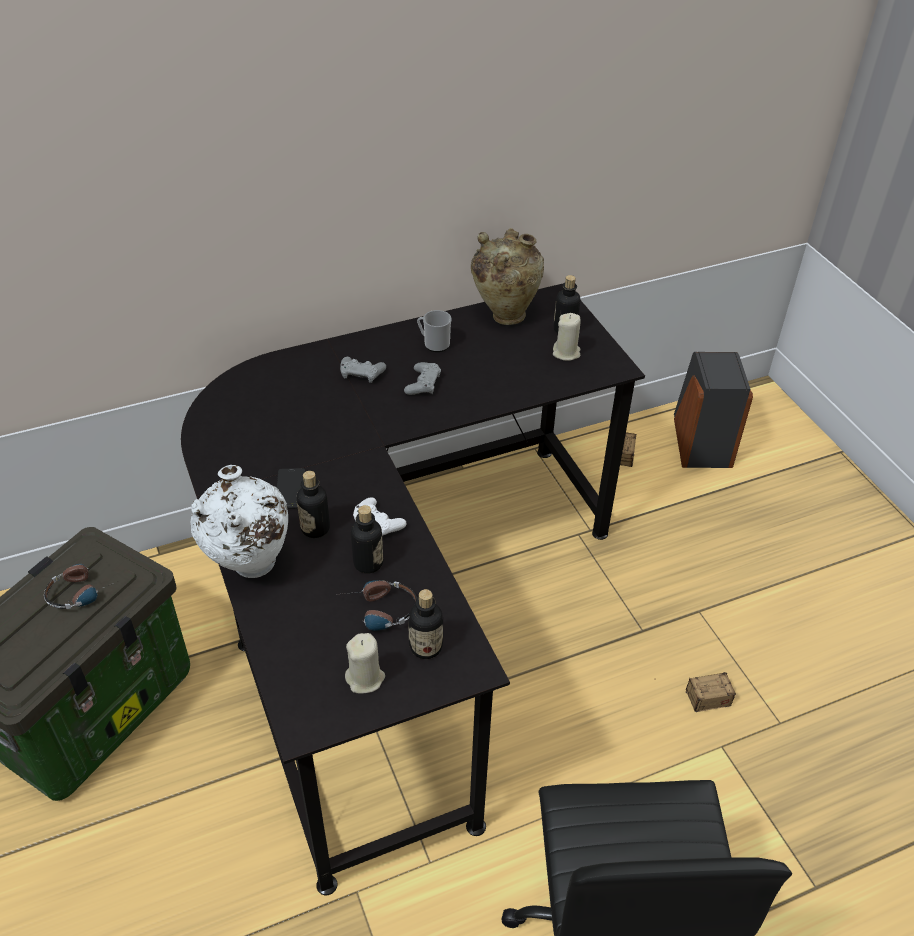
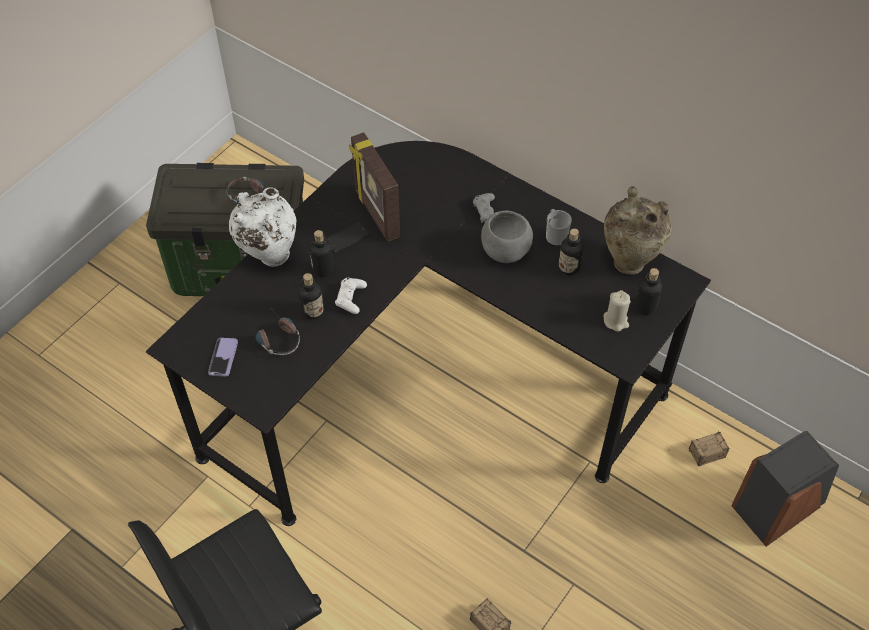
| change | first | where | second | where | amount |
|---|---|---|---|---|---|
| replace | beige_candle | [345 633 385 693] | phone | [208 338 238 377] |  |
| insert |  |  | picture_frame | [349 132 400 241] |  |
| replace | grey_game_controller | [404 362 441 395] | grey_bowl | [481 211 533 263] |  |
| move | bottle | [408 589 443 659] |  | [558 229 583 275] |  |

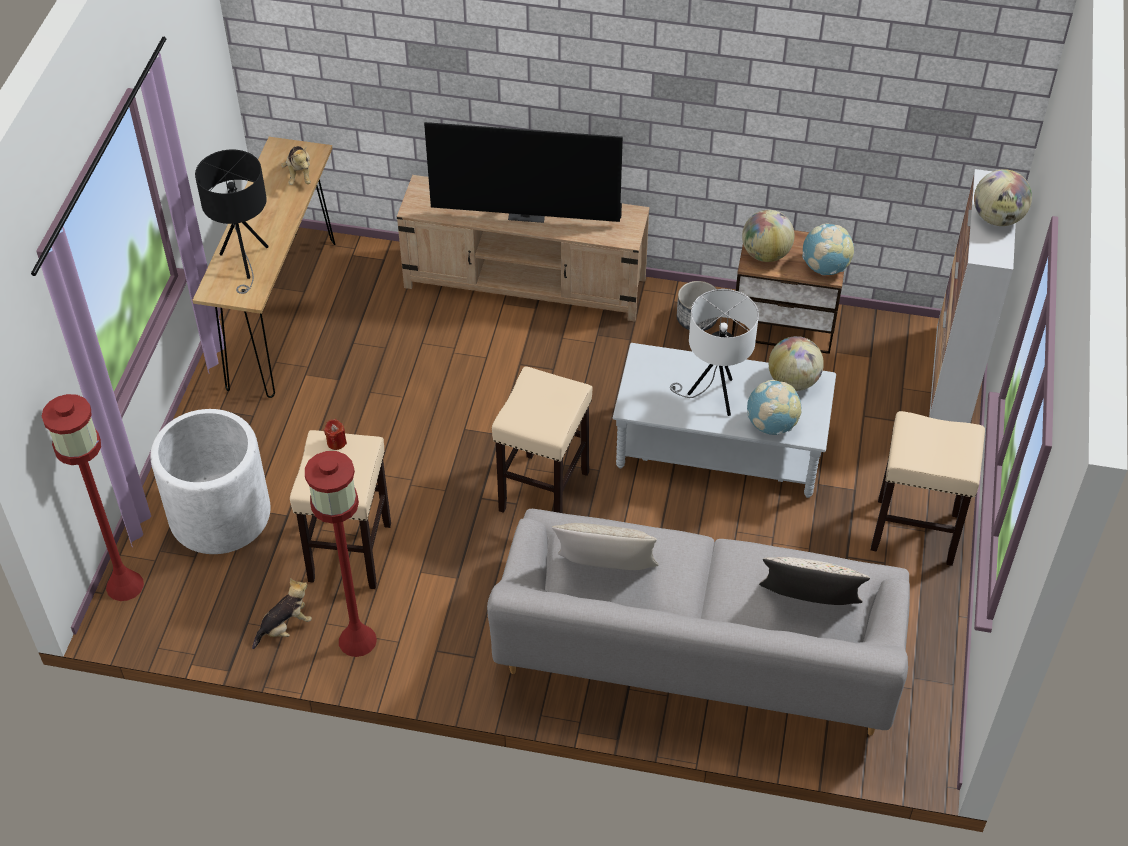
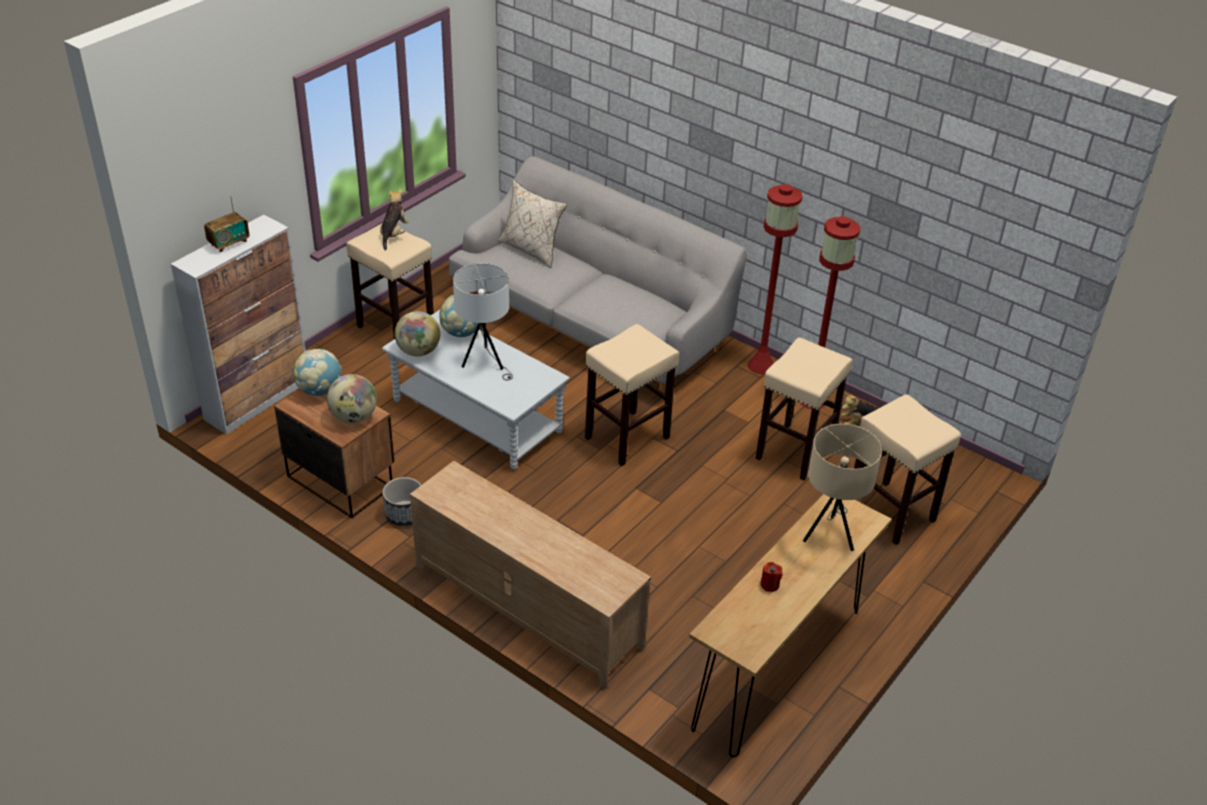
| change | first | where | second | where | amount |
|---|---|---|---|---|---|
| replace | globe | [974 169 1032 226] | radio | [204 196 249 252] |  |
| move | plush_toy | [281 146 311 185] |  | [380 189 409 251] |  |
| move | red_floor_lamp | [42 394 144 601] |  | [747 184 802 375] |  |
| move | red_candle | [324 419 347 450] |  | [760 562 783 592] |  |
| recolor | black_table_lamp | [195 149 269 294] | beige_table_lamp | [803 423 882 551] |  |
| replace | white_planter | [150 409 271 554] | beige_stool | [854 394 961 545] |  |
| delete | television | [424 122 623 223] |  |  |  |
| delete | beige_pillow | [552 523 659 570] |  |  |  |

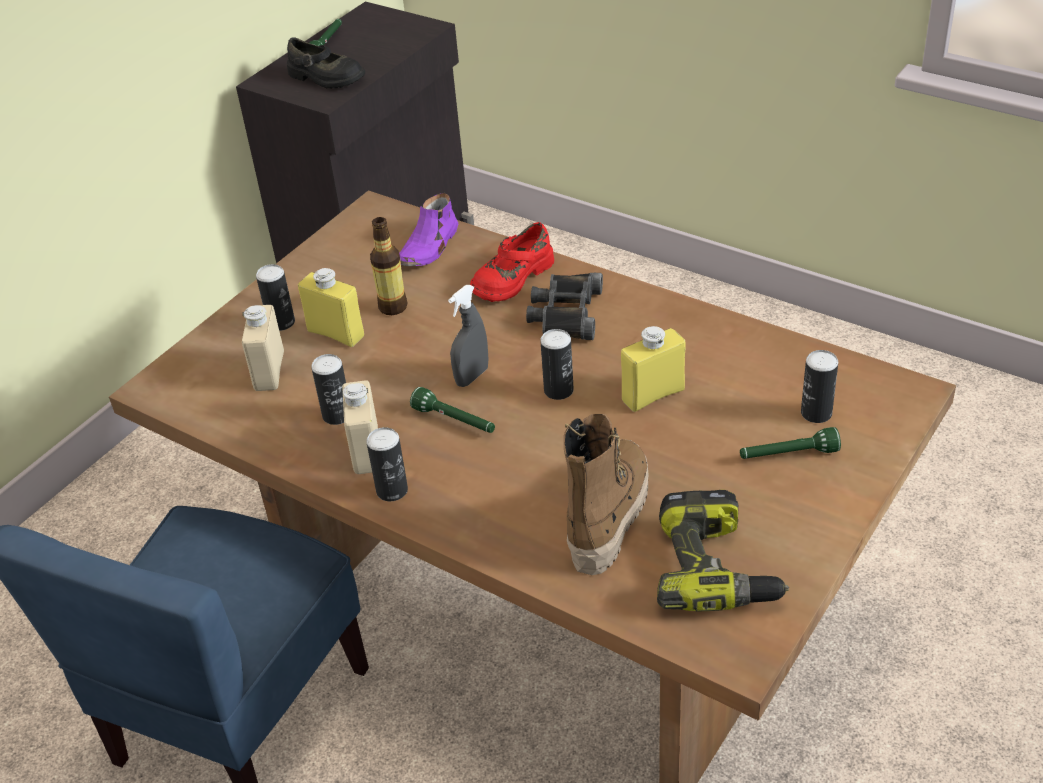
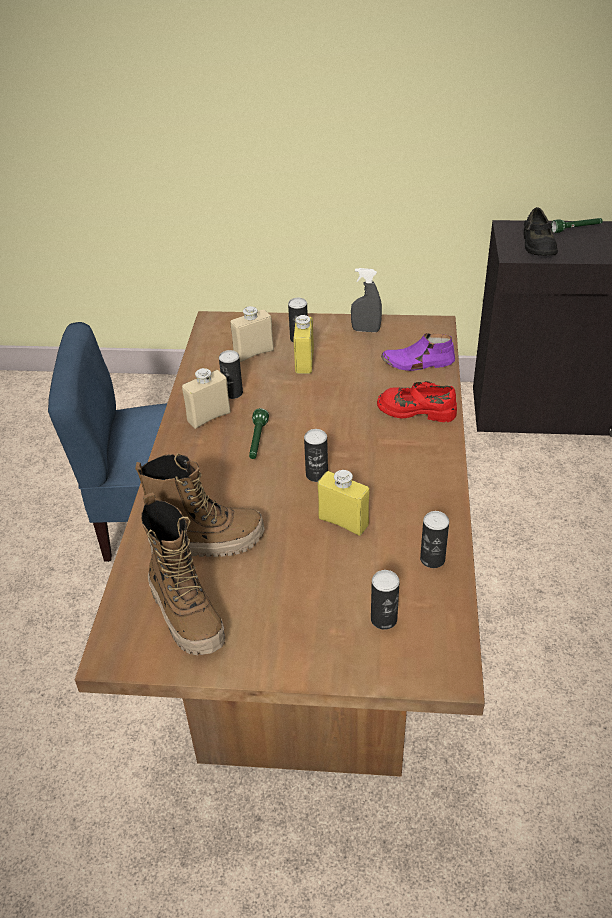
| change | first | where | second | where | amount |
|---|---|---|---|---|---|
| replace | power_drill | [657 490 789 611] | boot | [141 492 225 655] |  |
| move | grey_spray_bottle | [448 285 489 387] |  | [351 268 382 332] |  |
| move | can | [366 427 408 501] |  | [420 511 449 568] |  |
| delete | bottle | [370 217 407 315] |  |  |  |
| delete | black_binoculars | [526 273 603 340] |  |  |  |
| delete | green_flashlight | [740 427 841 459] |  |  |  |

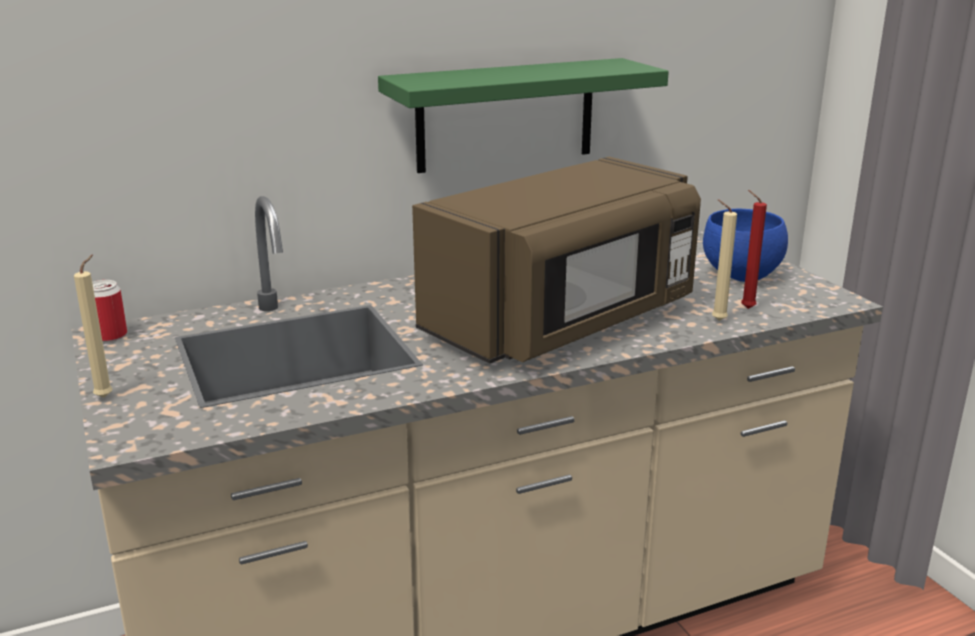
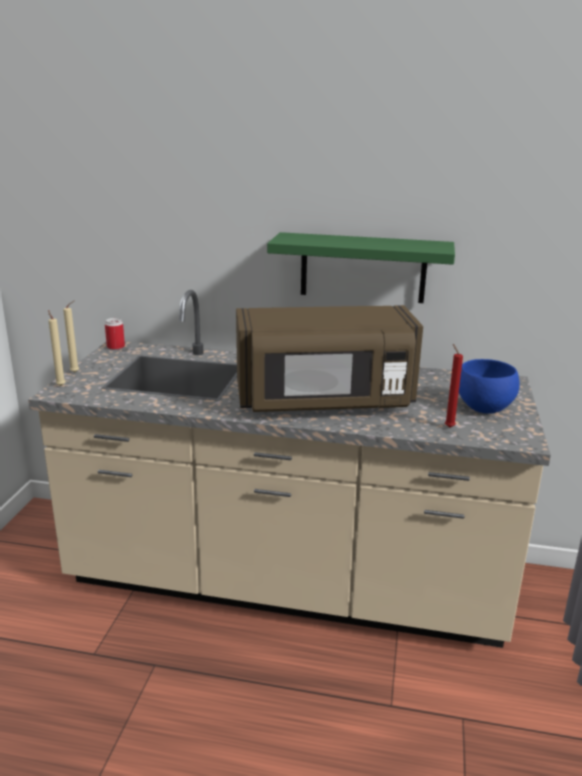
| change | first | where | second | where | amount |
|---|---|---|---|---|---|
| move | beige_candle | [712 199 737 321] |  | [48 310 66 386] |  |

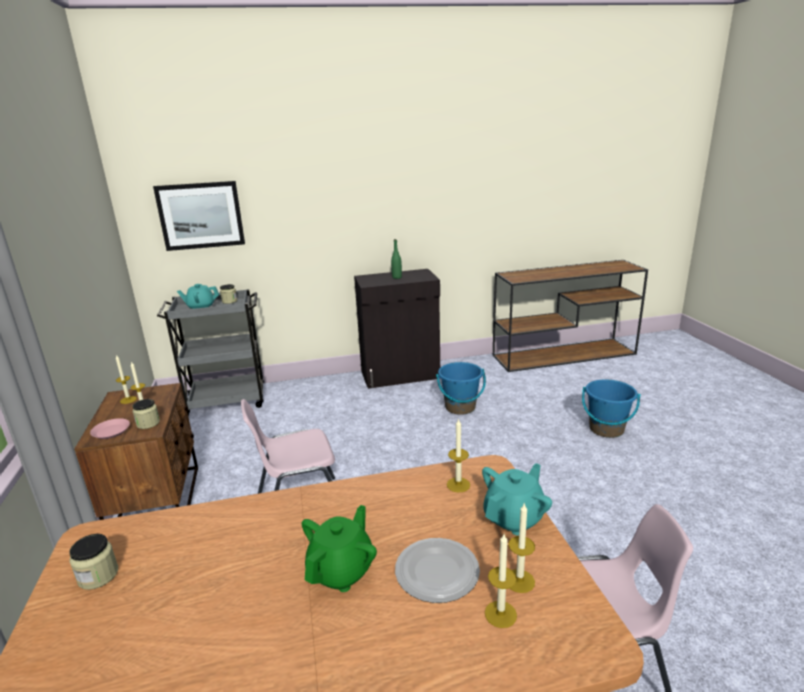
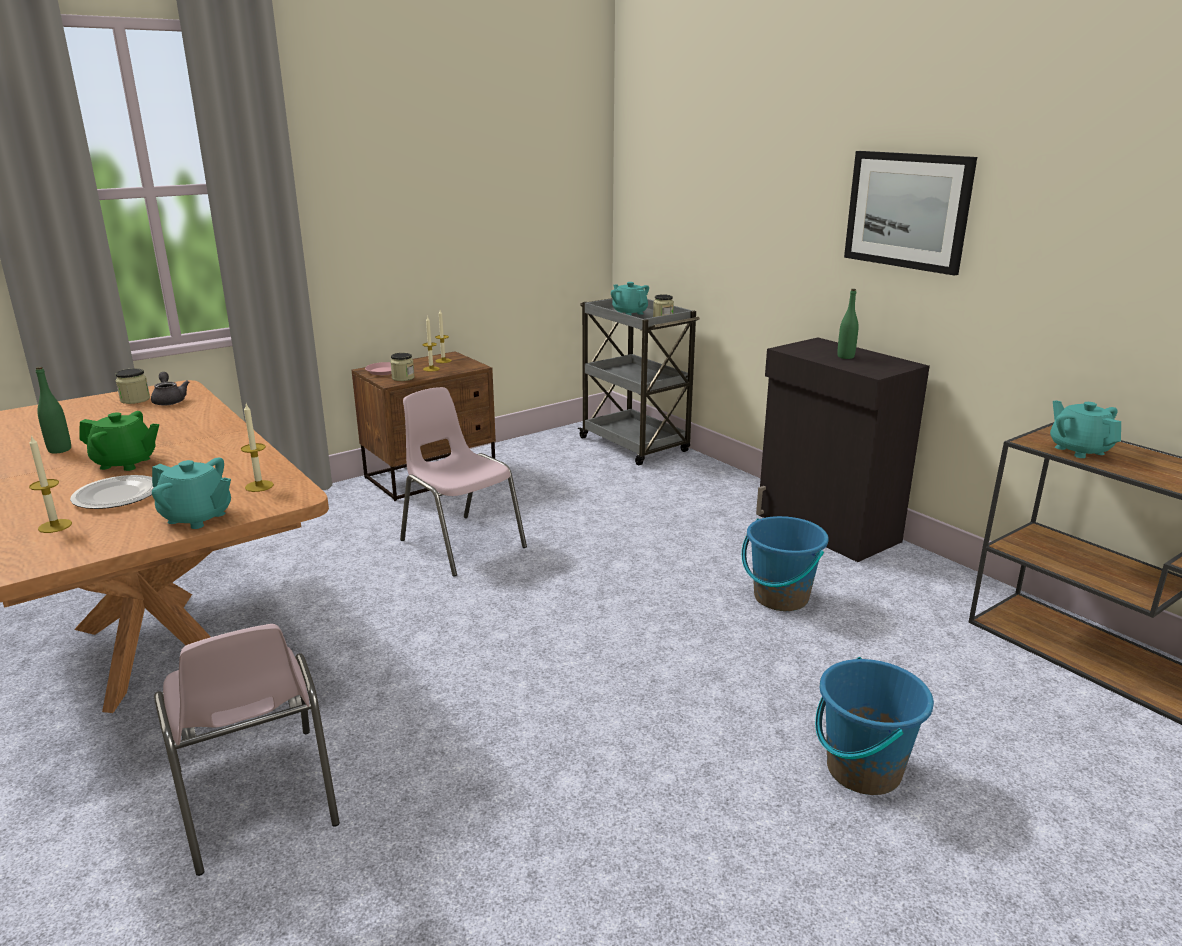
| change | first | where | second | where | amount |
|---|---|---|---|---|---|
| insert |  |  | green_bottle | [36 367 71 454] |  |
| insert |  |  | grey_teapot | [151 372 189 406] |  |
| move | picture | [153 181 245 251] |  | [844 151 977 276] |  |
| insert |  |  | turquoise_teapot | [1050 400 1121 458] |  |
| delete | candle | [509 504 535 593] |  |  |  |

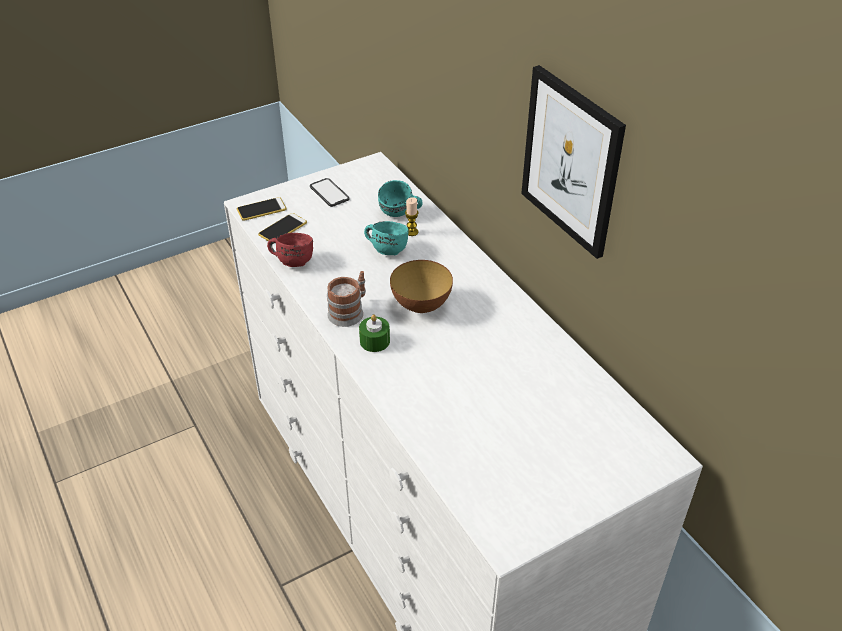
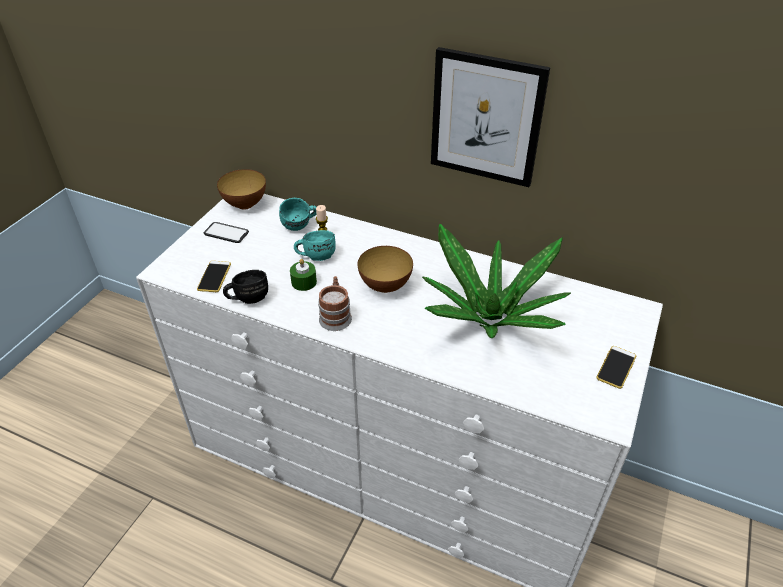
| change | first | where | second | where | amount |
|---|---|---|---|---|---|
| insert |  |  | bowl | [217 169 266 210] |  |
| recolor | red_mug | [267 233 313 267] | black_mug | [223 270 268 304] |  |
| move | green_candle | [359 314 390 352] |  | [290 259 317 291] |  |
| insert |  |  | potted_plant | [422 224 571 338] |  |
| move | phone | [237 197 287 221] |  | [596 346 636 389] |  |

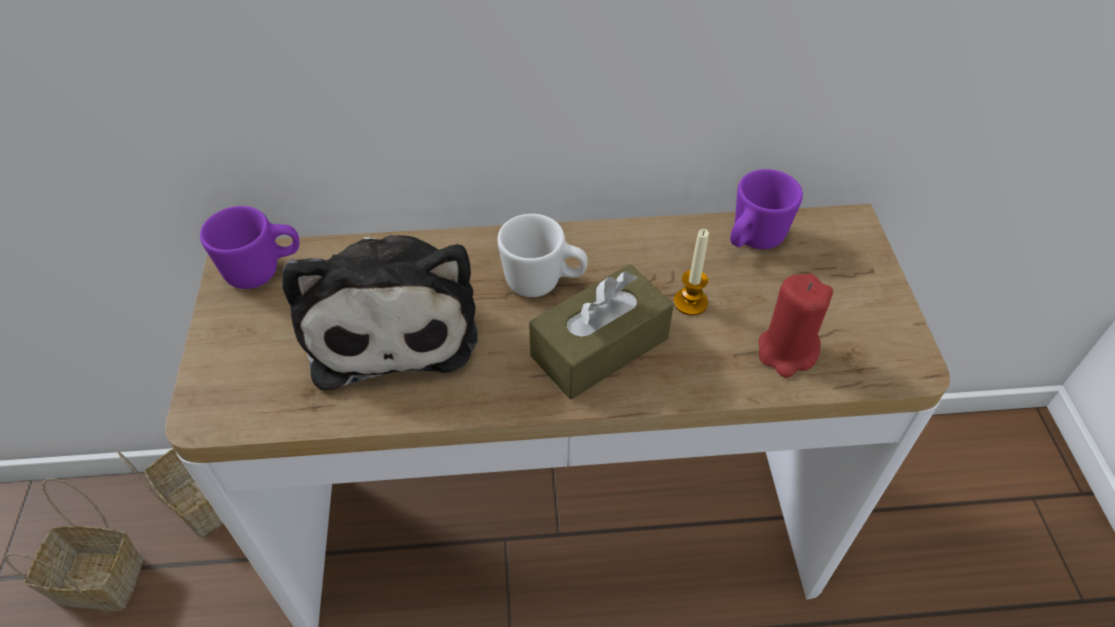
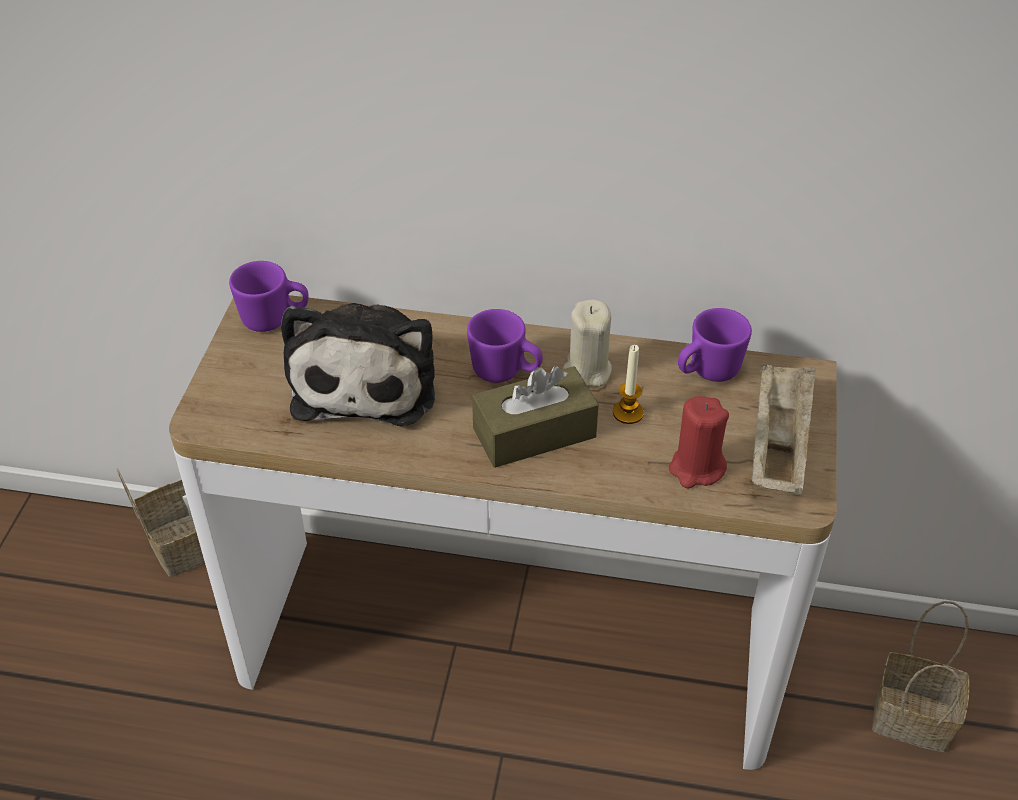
| change | first | where | second | where | amount |
|---|---|---|---|---|---|
| recolor | white_mug | [497 214 588 297] | purple_mug | [467 309 543 383] |  |
| insert |  |  | beige_candle | [563 299 612 387] |  |
| insert |  |  | beige_tray | [751 363 816 494] |  |
| move | basket | [4 478 143 610] |  | [872 601 969 752] |  |

